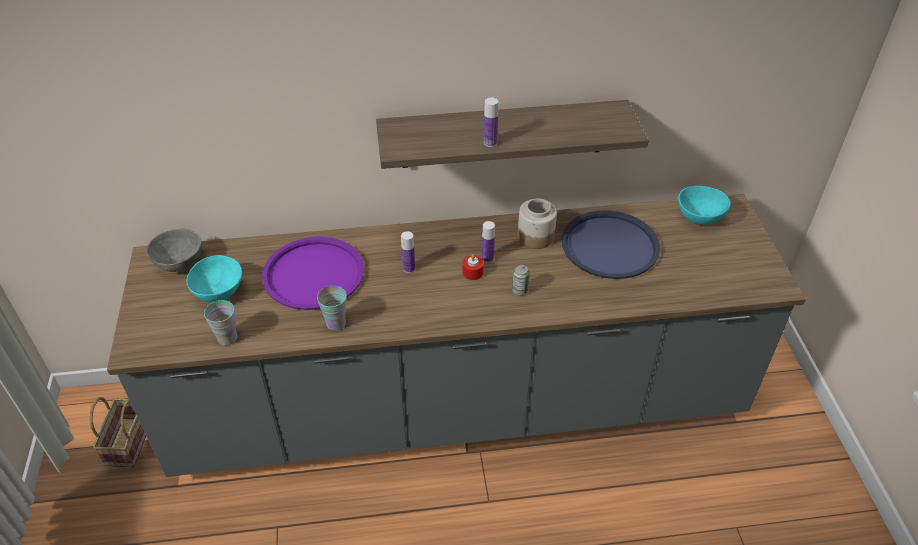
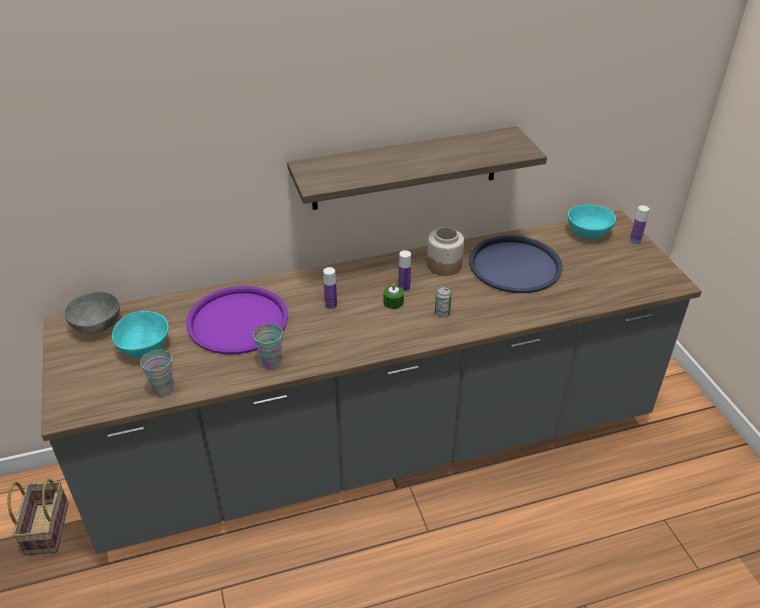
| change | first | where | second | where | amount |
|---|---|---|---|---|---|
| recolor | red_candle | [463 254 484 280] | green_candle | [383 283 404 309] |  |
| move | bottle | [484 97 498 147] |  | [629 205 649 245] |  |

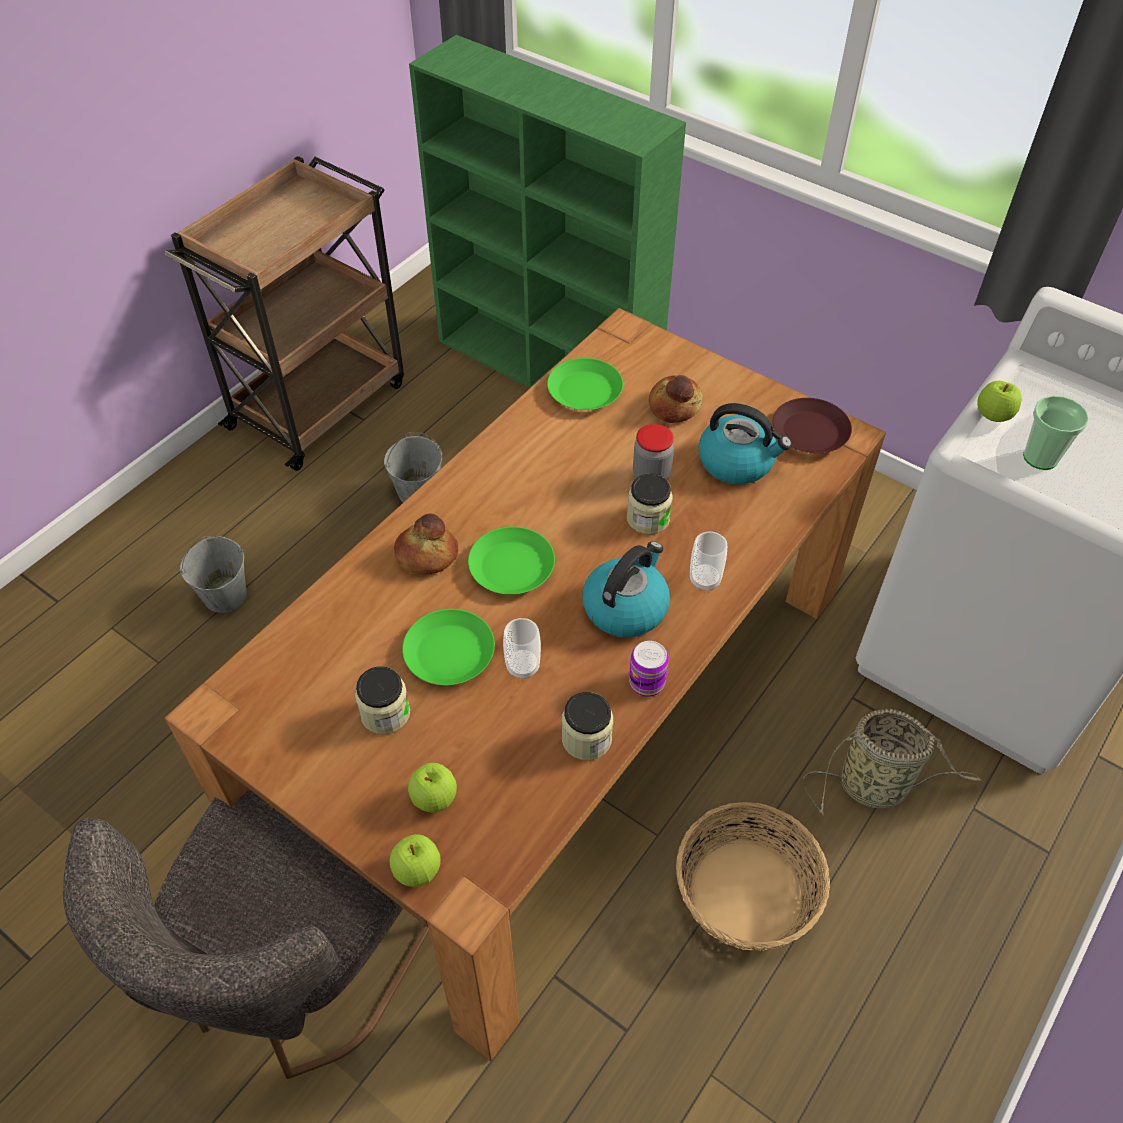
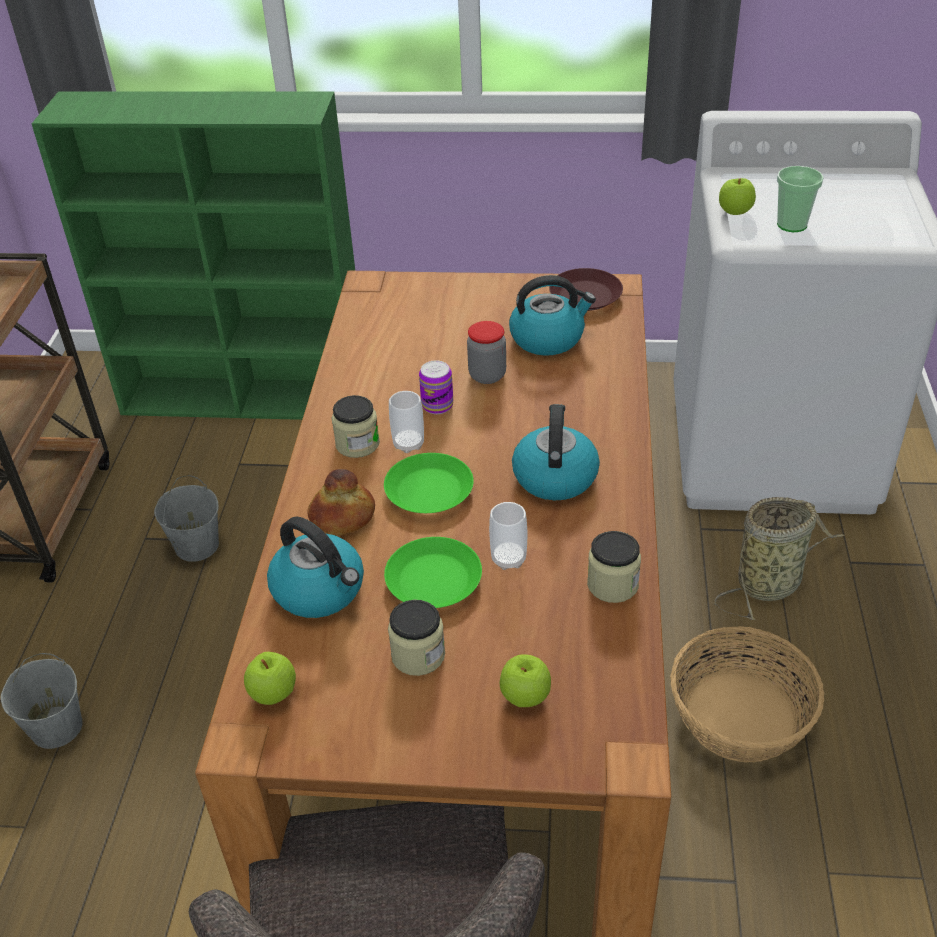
| change | first | where | second | where | amount |
|---|---|---|---|---|---|
| move | apple | [390 834 441 887] |  | [244 652 296 705] |  |
| insert |  |  | kettle | [267 516 364 618] |  |
| move | jar | [627 473 672 534] |  | [332 395 380 458] |  |
| move | cup | [690 531 727 591] |  | [389 391 424 453] |  |
| move | can | [629 641 669 697] |  | [419 360 453 414] |  |
| delete | green_plate | [547 358 623 410] |  |  |  |
| delete | bread | [649 375 703 423] |  |  |  |

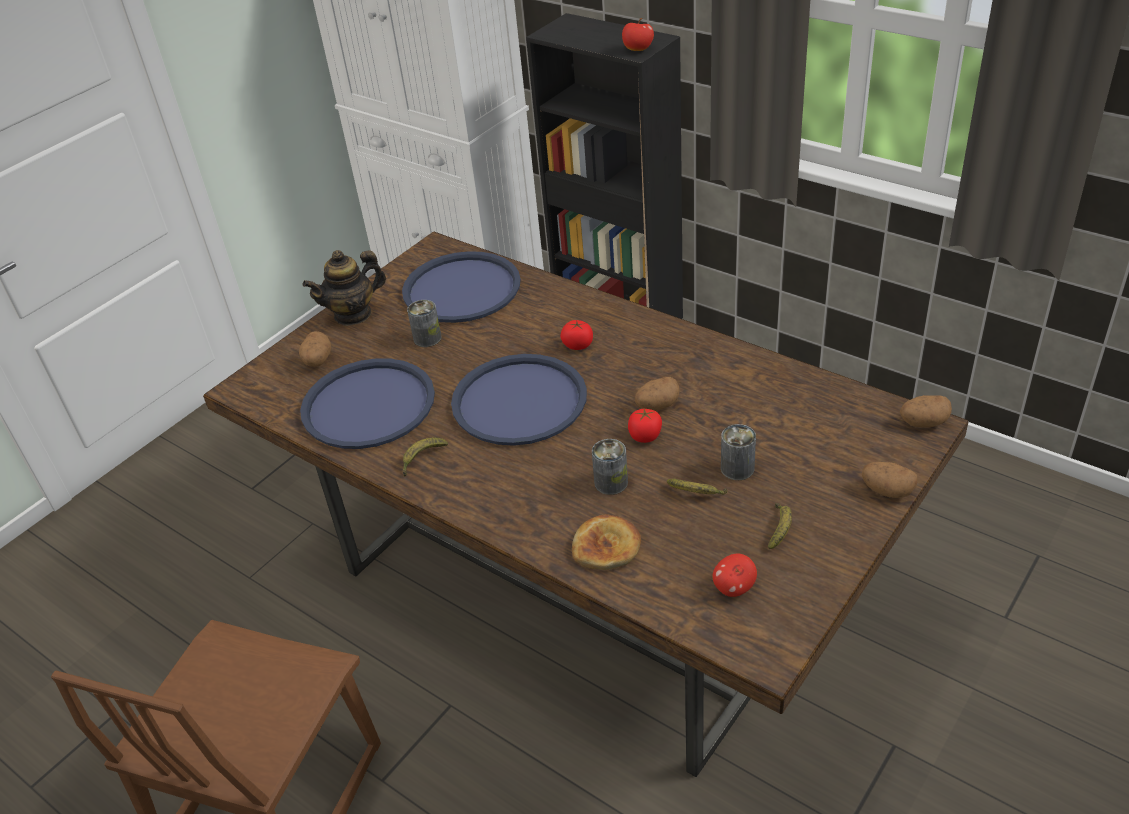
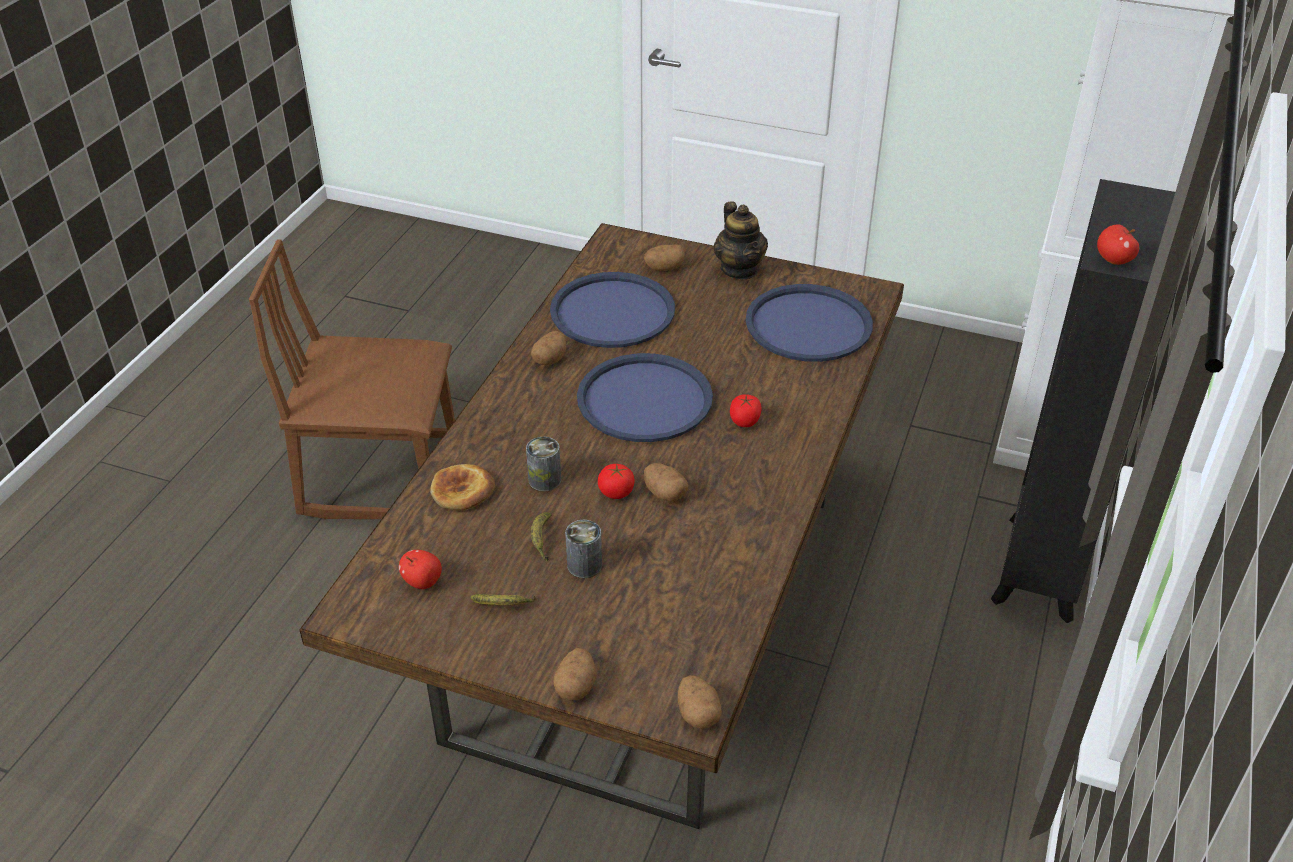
| change | first | where | second | where | amount |
|---|---|---|---|---|---|
| replace | banana | [403 438 448 476] | potato | [531 331 566 365] |  |
| rotate | teapot | [303 250 386 326] |  | [714 201 768 279] | 150 degrees counterclockwise |
| delete | can | [407 300 442 347] |  |  |  |

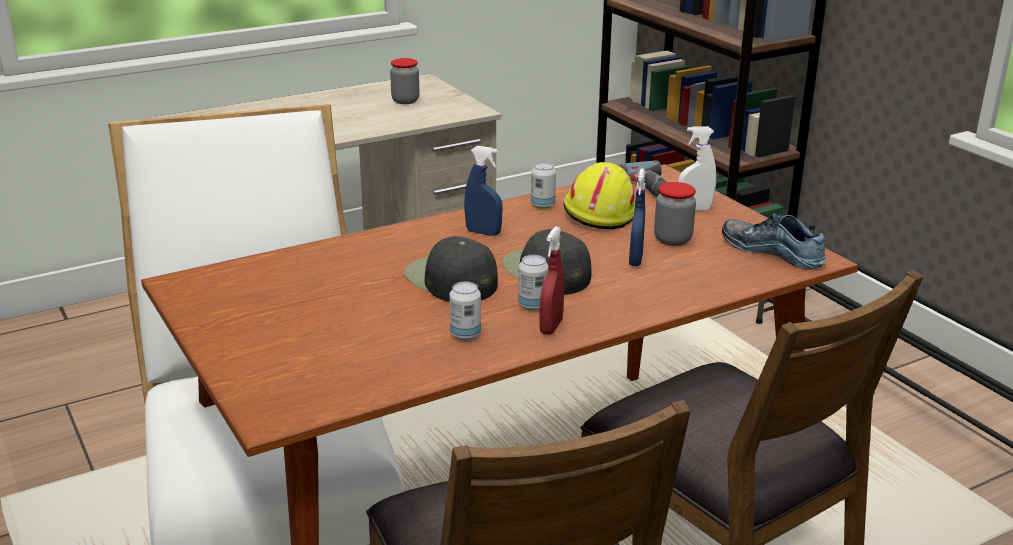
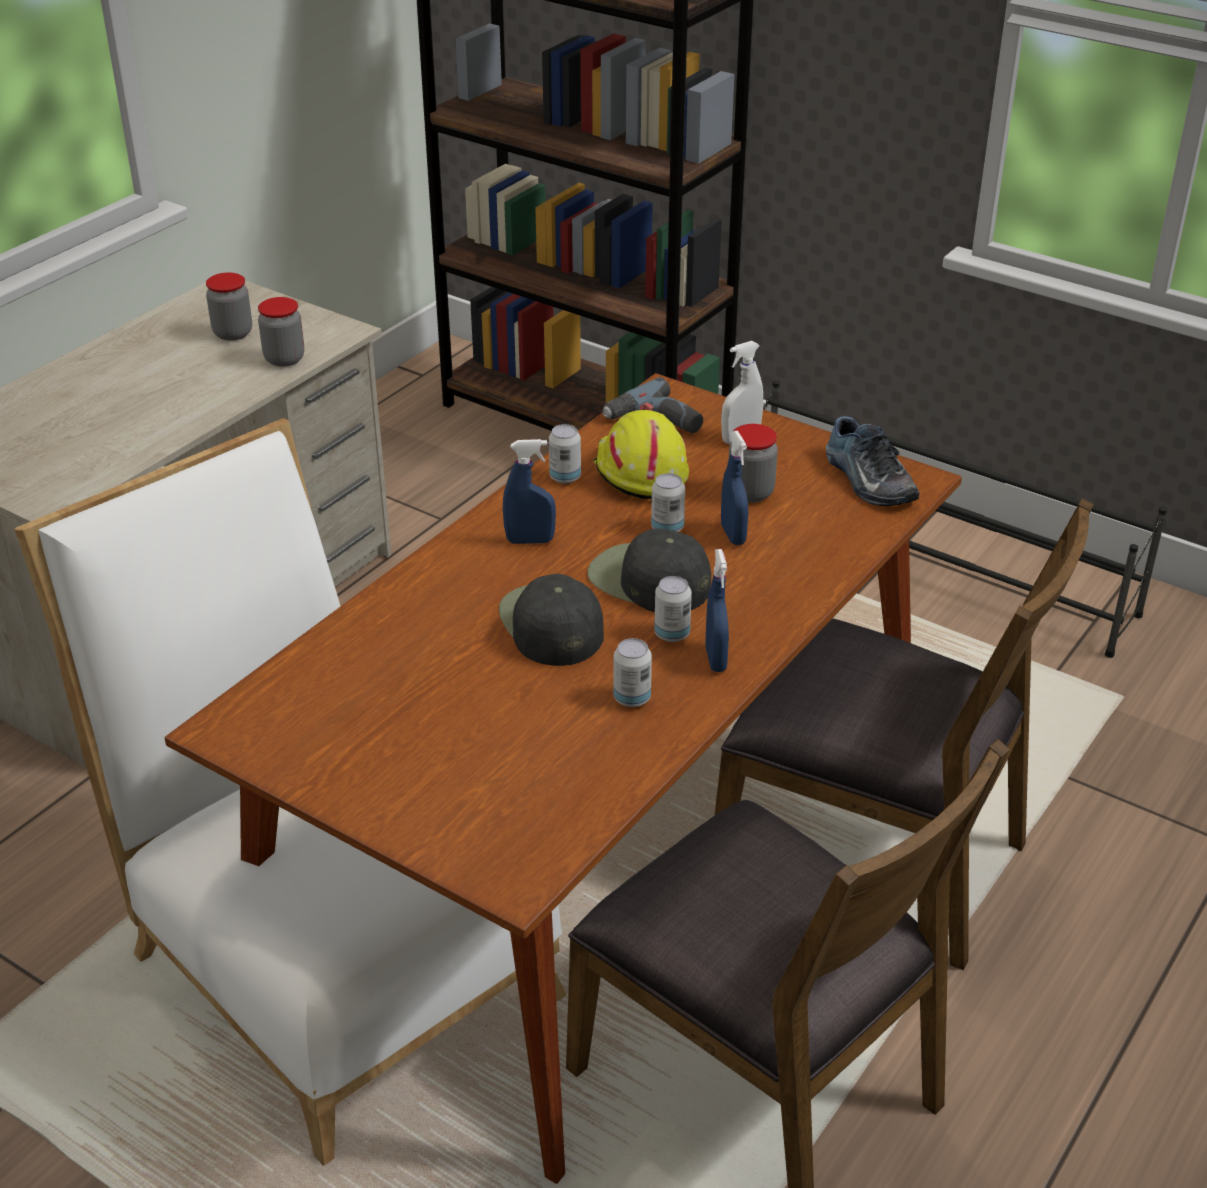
| change | first | where | second | where | amount |
|---|---|---|---|---|---|
| insert |  |  | jar | [258 297 304 367] |  |
| rotate | black_cap | [404 236 498 302] |  | [499 574 604 666] | 45 degrees clockwise |
| insert |  |  | can | [651 473 685 532] |  |
| recolor | red_spray_bottle | [540 226 564 335] | blue_spray_bottle | [705 549 729 672] |  |
| rotate | shoe | [722 213 826 270] |  | [826 416 920 506] | 135 degrees counterclockwise |

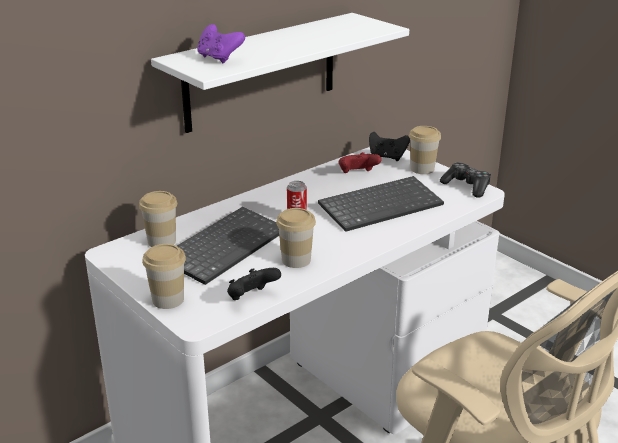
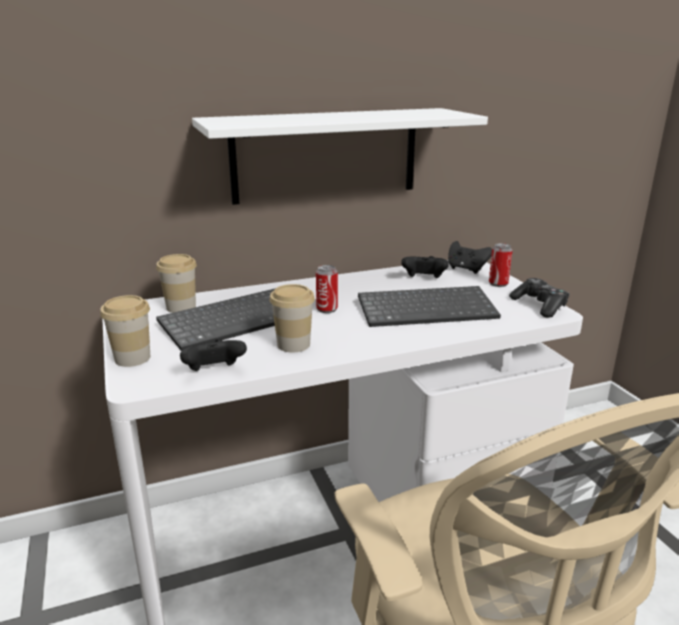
| change | first | where | second | where | amount |
|---|---|---|---|---|---|
| recolor | red_game_controller | [339 152 382 173] | black_game_controller | [401 256 449 278] |  |
| replace | cup | [409 126 441 174] | can | [489 243 513 287] |  |
| delete | purple_game_controller | [197 24 245 63] |  |  |  |

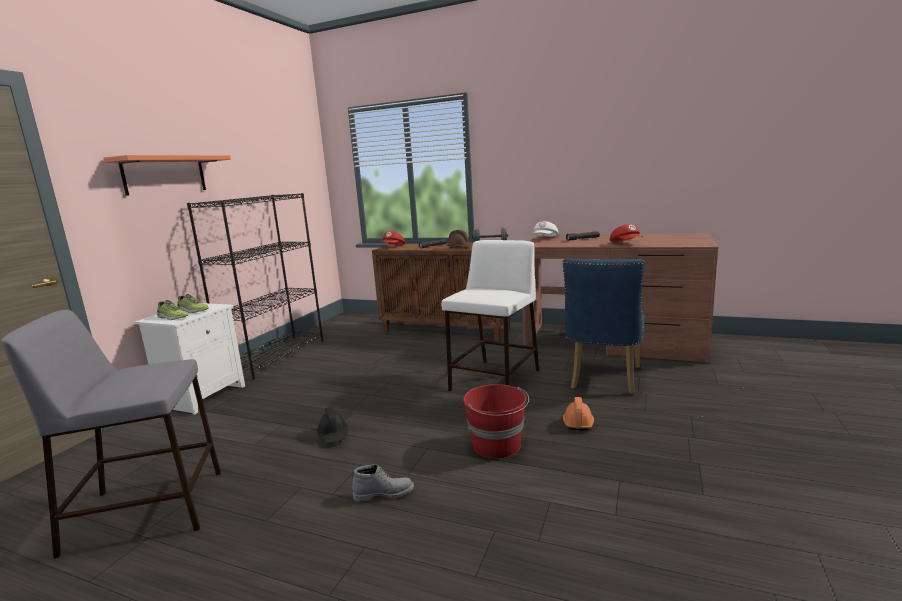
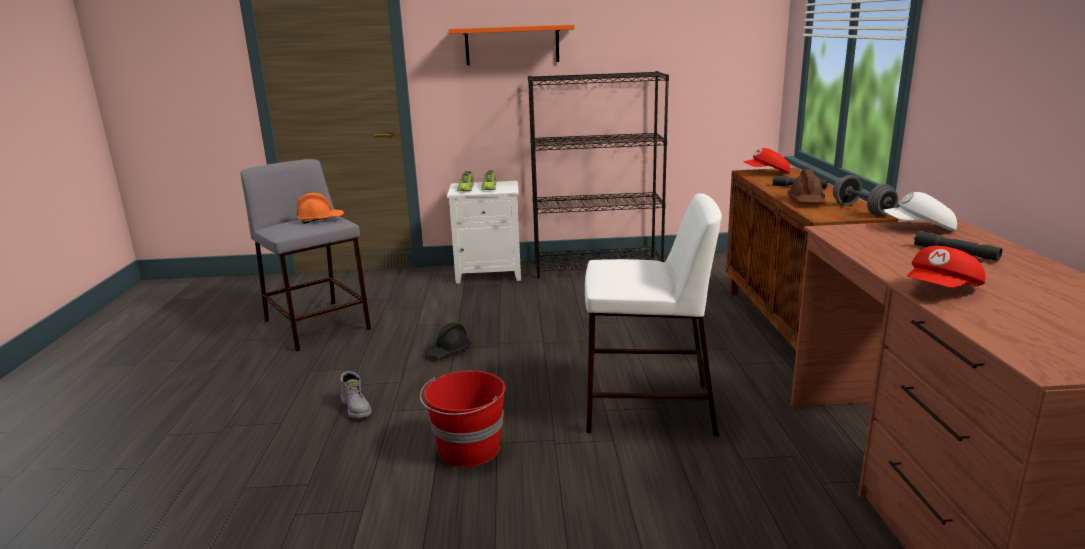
| change | first | where | second | where | amount |
|---|---|---|---|---|---|
| move | orange_hard_hat | [563 397 594 430] |  | [297 193 344 224] |  |
| delete | blue_chair | [563 259 645 394] |  |  |  |

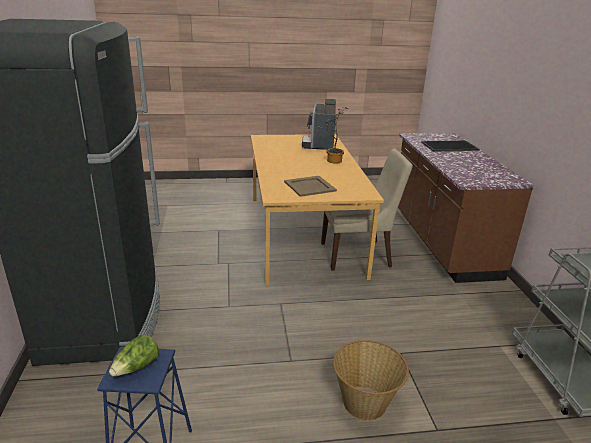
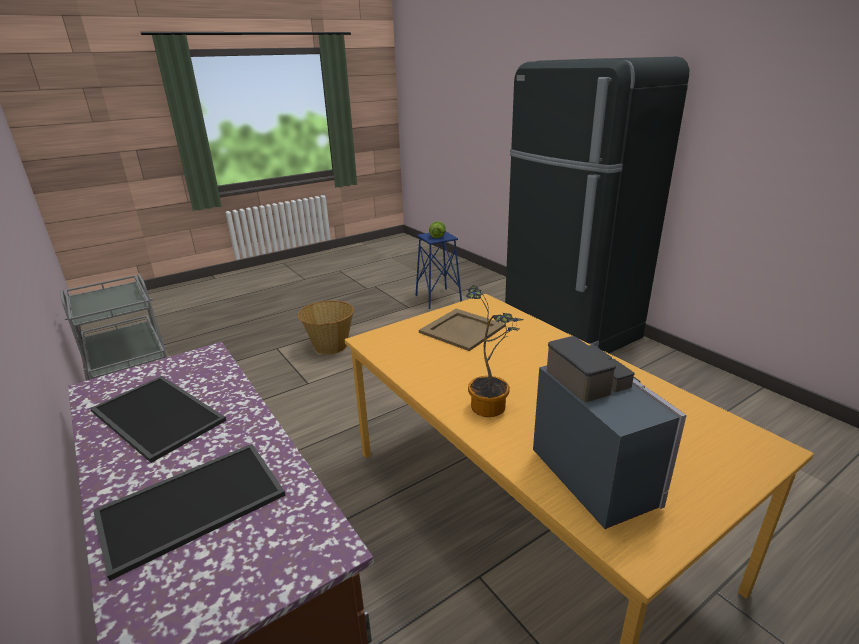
| change | first | where | second | where | amount |
|---|---|---|---|---|---|
| insert |  |  | tray | [90 376 226 463] |  |
| delete | beige_chair | [321 149 413 271] |  |  |  |

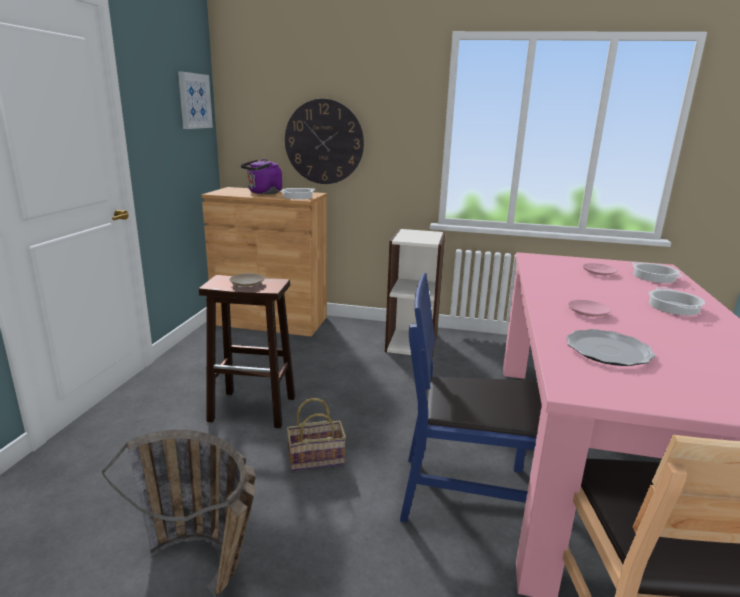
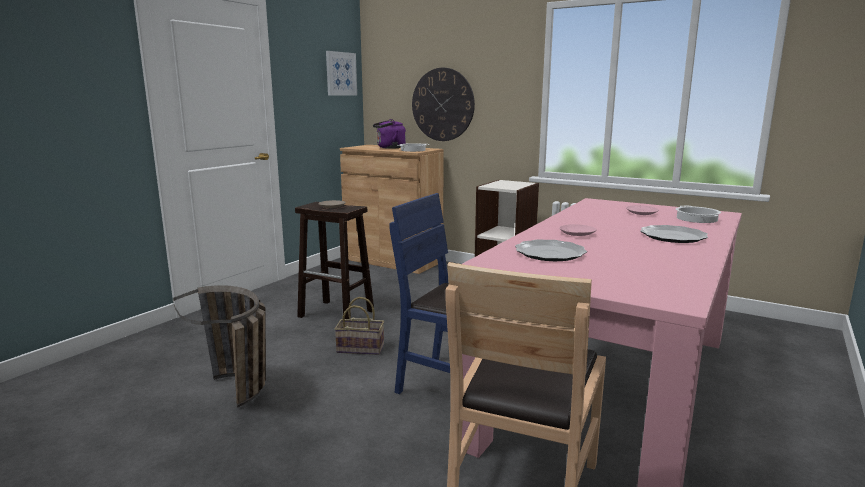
| change | first | where | second | where | amount |
|---|---|---|---|---|---|
| replace | cooking_pot | [649 287 705 315] | plate | [640 225 708 243] |  |

